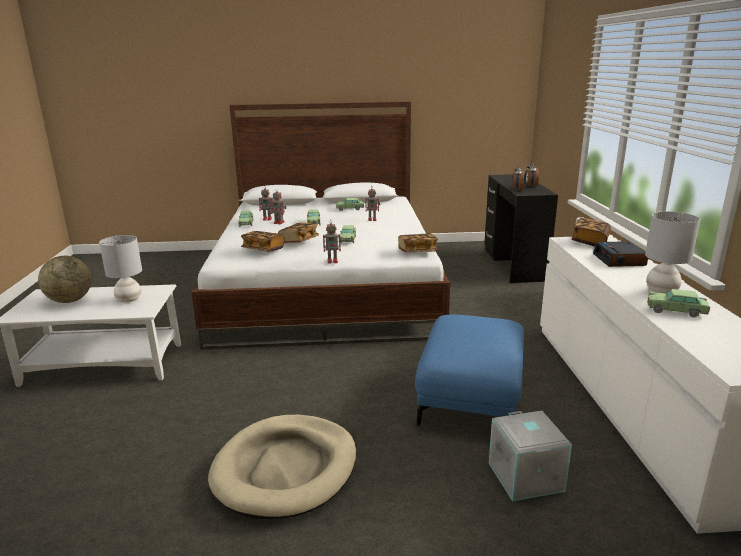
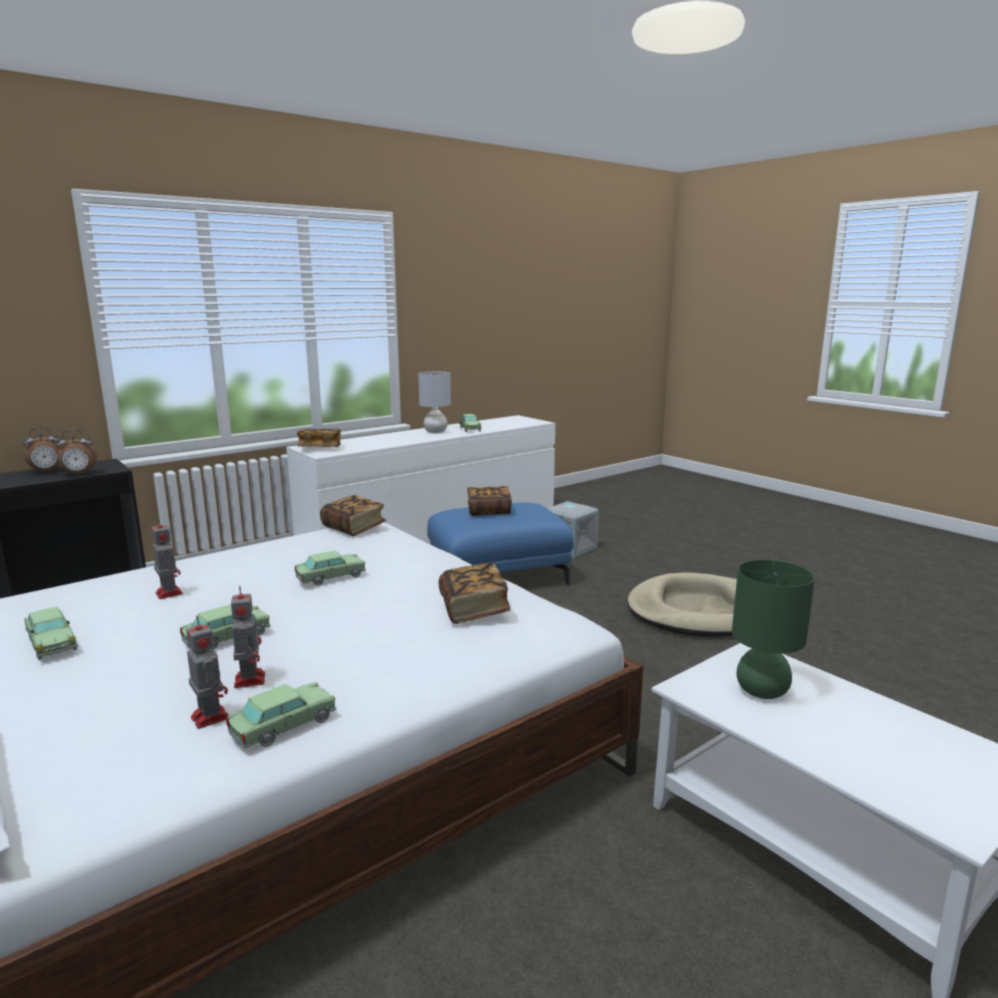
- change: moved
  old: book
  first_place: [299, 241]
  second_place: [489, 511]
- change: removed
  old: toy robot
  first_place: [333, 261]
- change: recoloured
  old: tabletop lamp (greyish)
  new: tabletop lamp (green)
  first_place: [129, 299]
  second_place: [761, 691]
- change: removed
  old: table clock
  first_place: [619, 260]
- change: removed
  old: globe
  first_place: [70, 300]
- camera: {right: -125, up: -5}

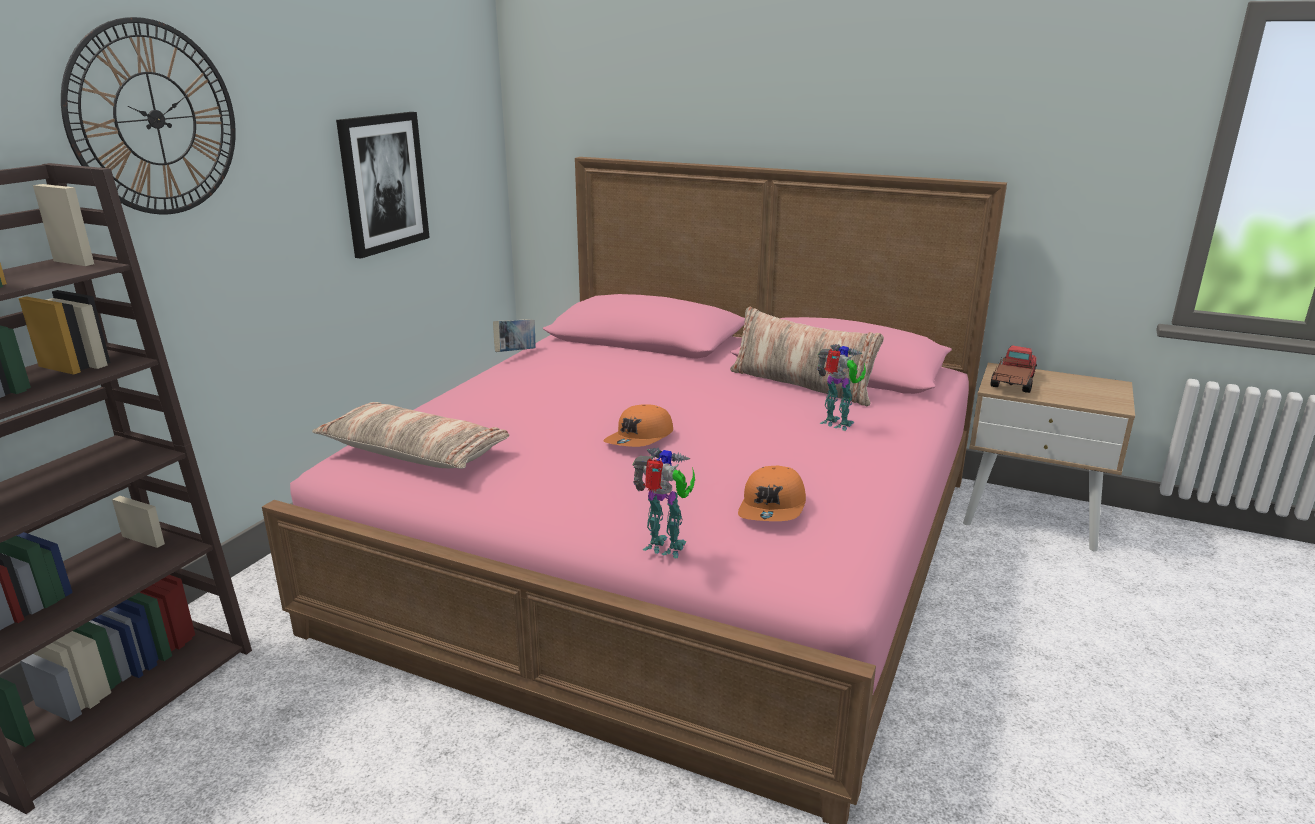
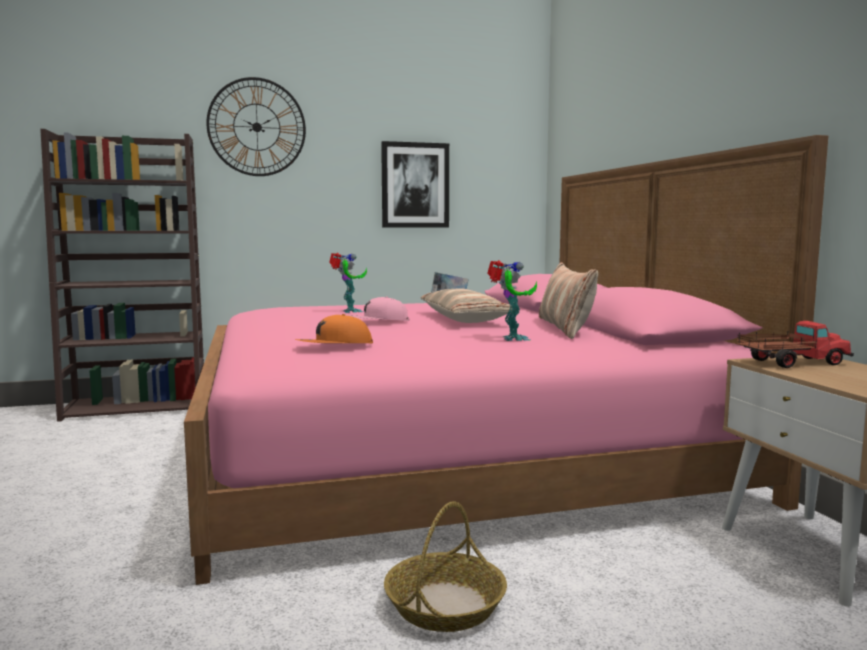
- change: moved
  old: pillow
  first_place: [414, 452]
  second_place: [464, 319]
- change: recoloured
  old: peaked cap (orange-coloured)
  new: peaked cap (pink)
  first_place: [640, 439]
  second_place: [378, 322]
- change: moved
  old: toy robot
  first_place: [665, 549]
  second_place: [349, 311]
- change: added
  new: basket
  second_place: [445, 605]
- camera: {right: 50, up: -15}

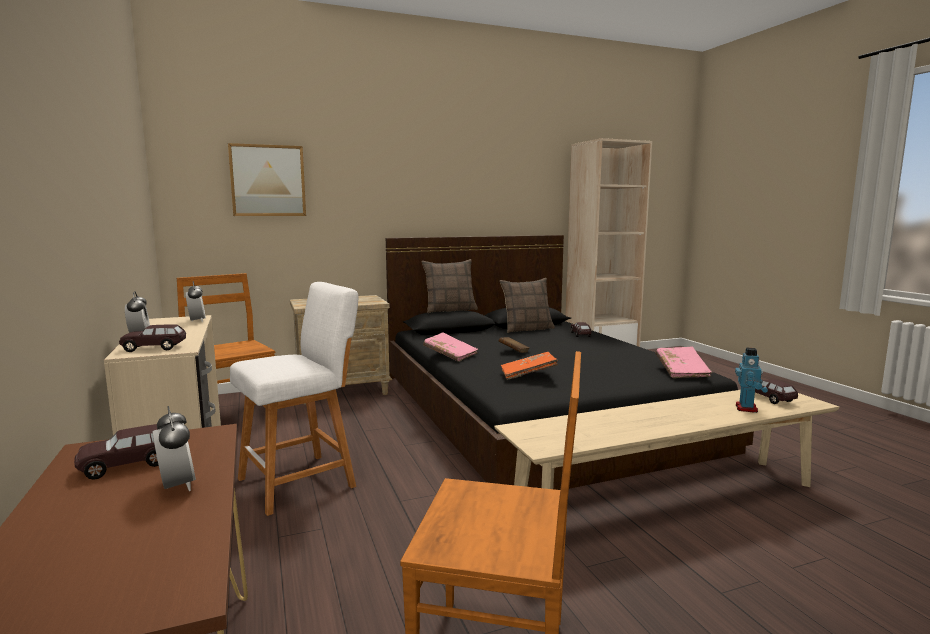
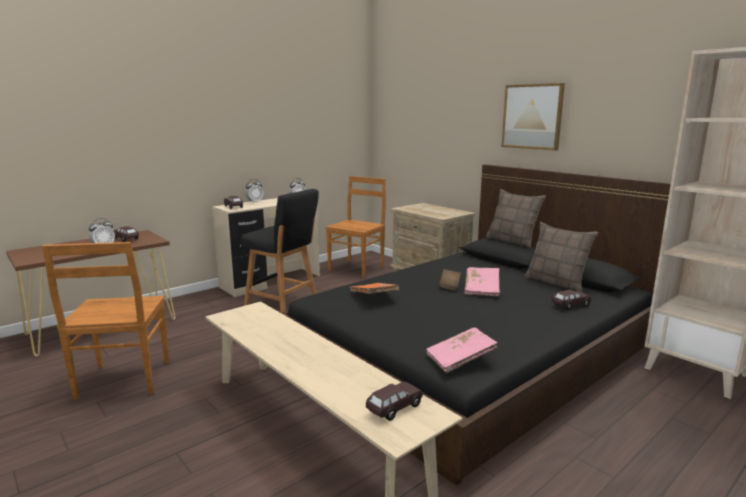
- change: moved
  old: picture
  first_place: [268, 181]
  second_place: [532, 116]
- change: recoloured
  old: stool (whitish)
  new: stool (blackish)
  first_place: [302, 481]
  second_place: [284, 303]
- change: moved
  old: book (pink)
  first_place: [450, 355]
  second_place: [482, 289]
- change: removed
  old: toy robot
  first_place: [747, 408]
- camera: {right: 70, up: 5}

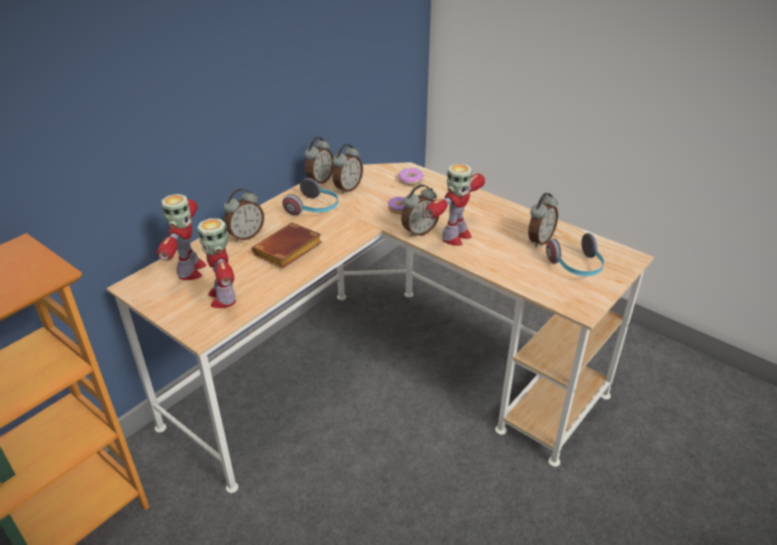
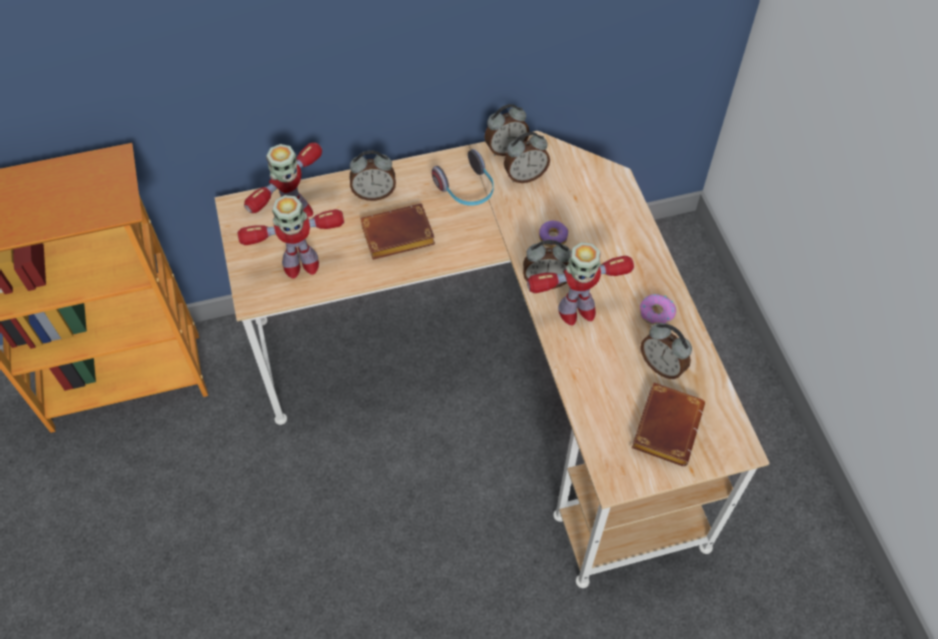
- change: moved
  old: ring doughnut
  first_place: [410, 180]
  second_place: [656, 313]
- change: turned
  old: table clock
  first_place: [539, 240]
  second_place: [662, 366]
  degrees: 60
- change: turned
  old: toy robot
  first_place: [223, 296]
  second_place: [300, 264]
  degrees: -120
- change: replaced
  old: headset
  new: book (brown)
  first_place: [576, 267]
  second_place: [665, 425]
- camera: {right: 35, up: 20}

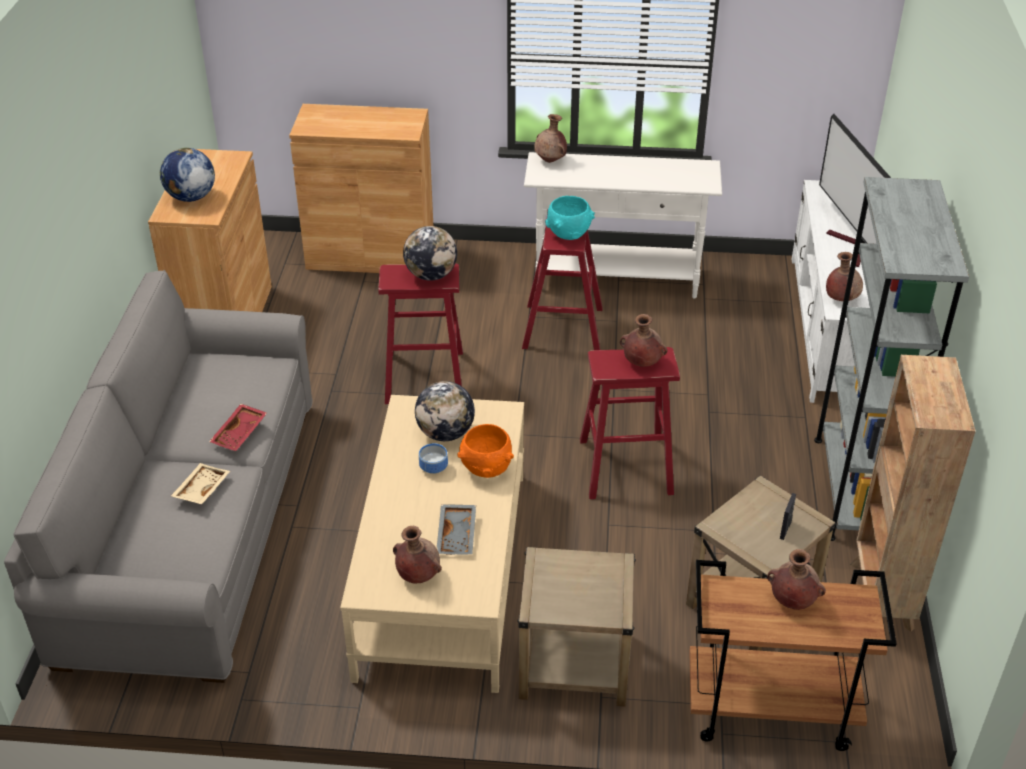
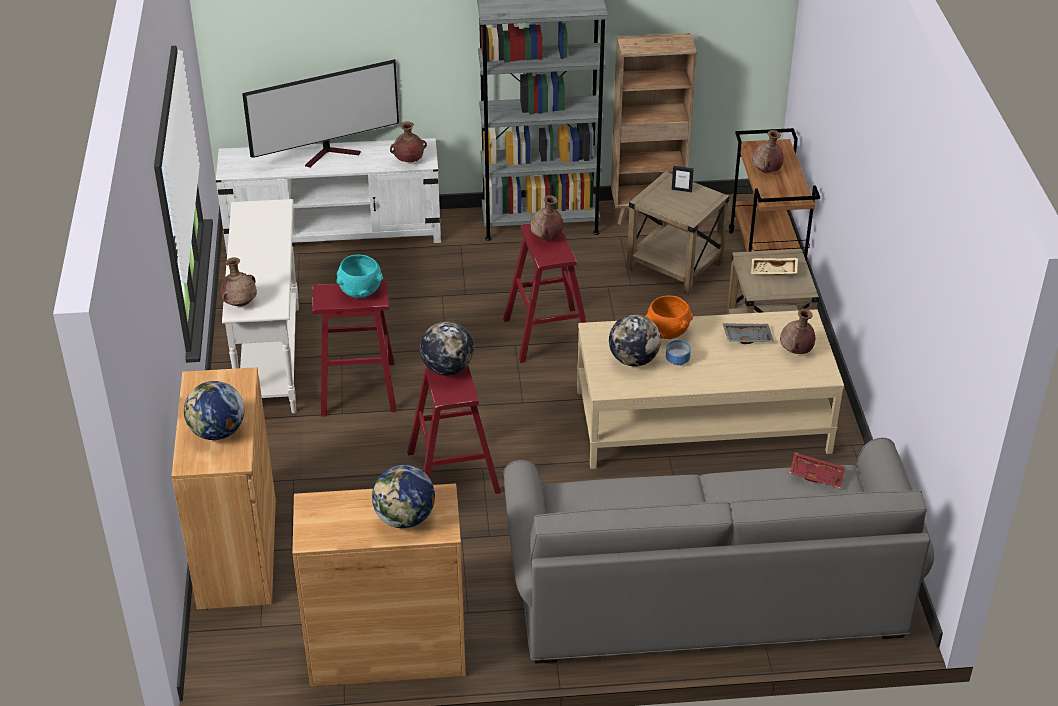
- change: moved
  old: carrying tray (red-coloured)
  first_place: [240, 433]
  second_place: [816, 475]
- change: moved
  old: carrying tray (beige-coloured)
  first_place: [201, 489]
  second_place: [773, 272]
- change: added
  new: globe
  second_place: [217, 432]
- camera: {right: -100, up: 0}

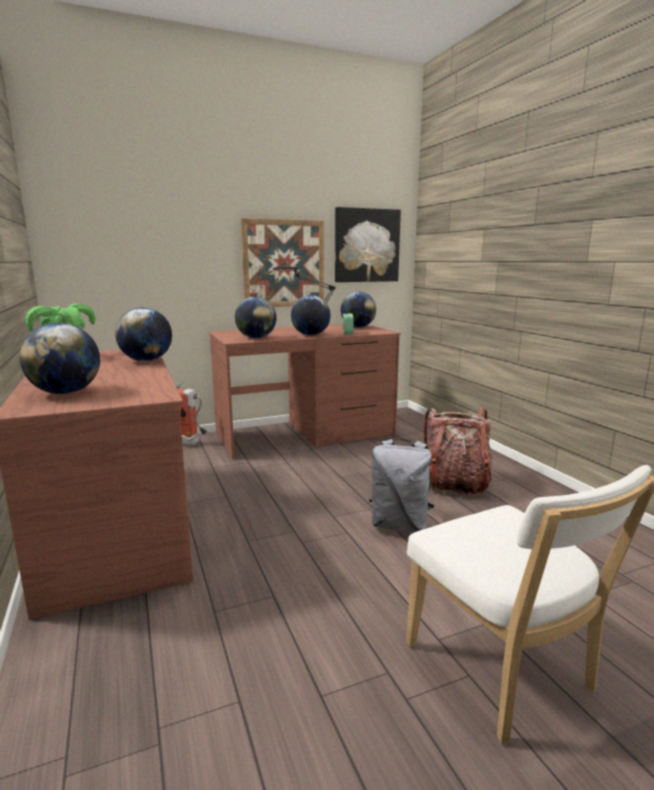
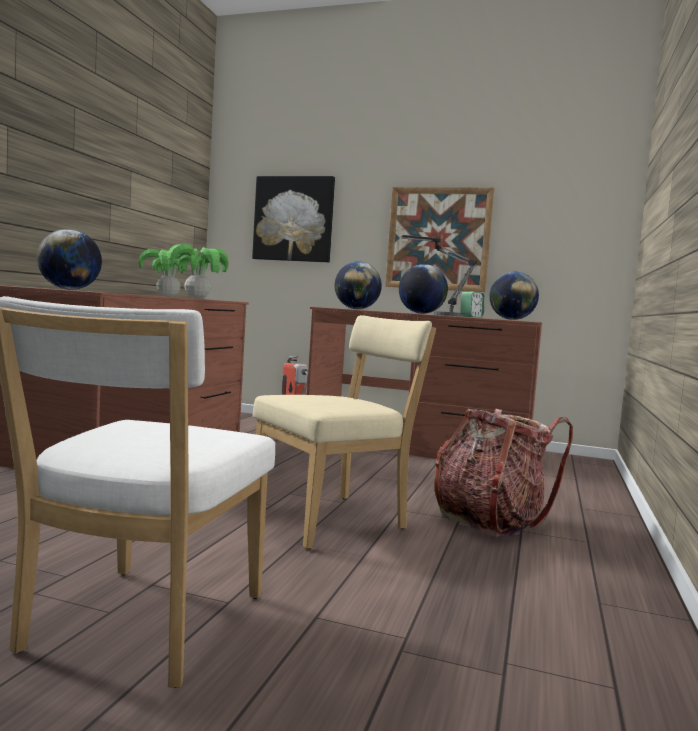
- change: moved
  old: picture
  first_place: [366, 245]
  second_place: [294, 219]
- change: replaced
  old: globe
  new: potted plant
  first_place: [146, 361]
  second_place: [197, 298]
- change: replaced
  old: knapsack (greyish)
  new: upright chair (beige-coloured)
  first_place: [400, 525]
  second_place: [334, 519]
- camera: {right: 40, up: -10}

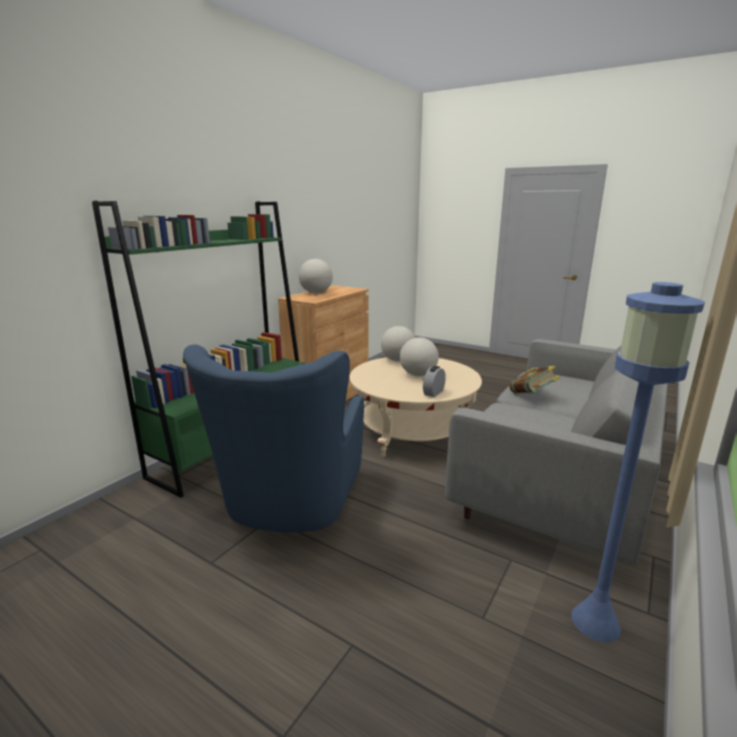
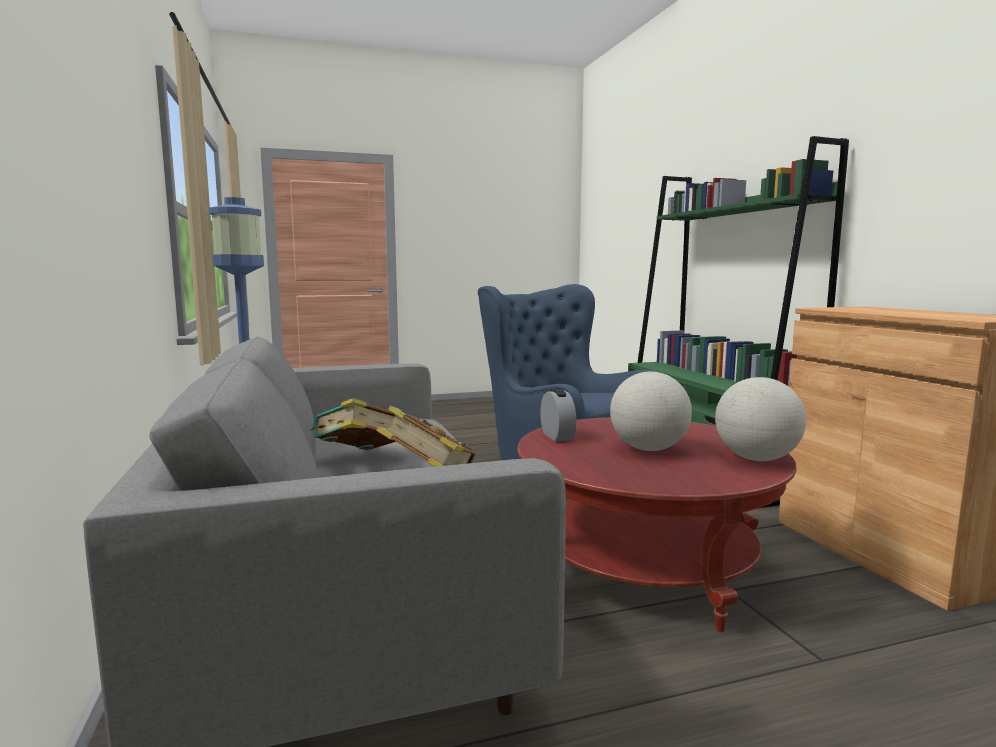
- change: removed
  old: globe
  first_place: [316, 293]
- change: recoloured
  old: lounge table (beige-coloured)
  new: lounge table (red-coloured)
  first_place: [412, 431]
  second_place: [644, 565]
- change: added
  new: book
  second_place: [362, 459]
- camera: {right: 130, up: -10}

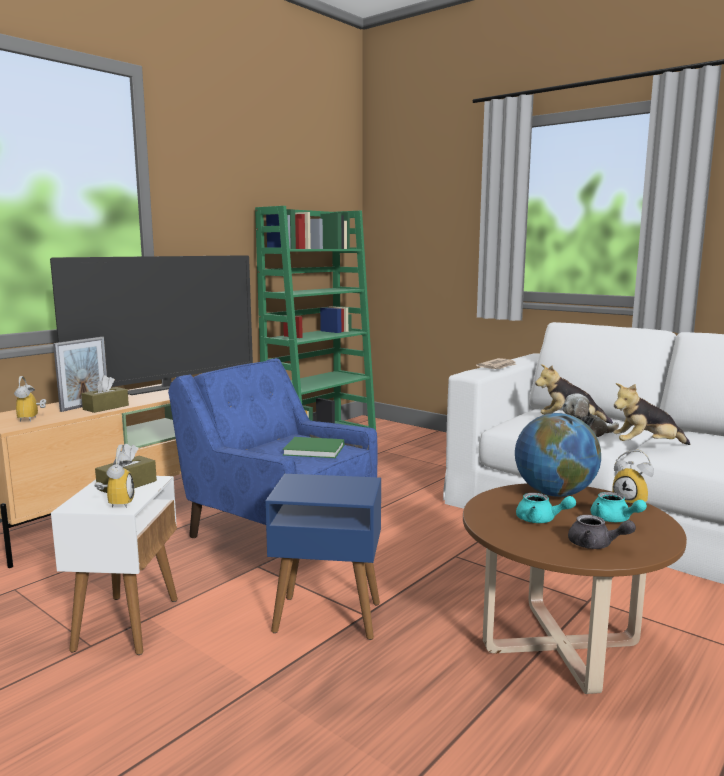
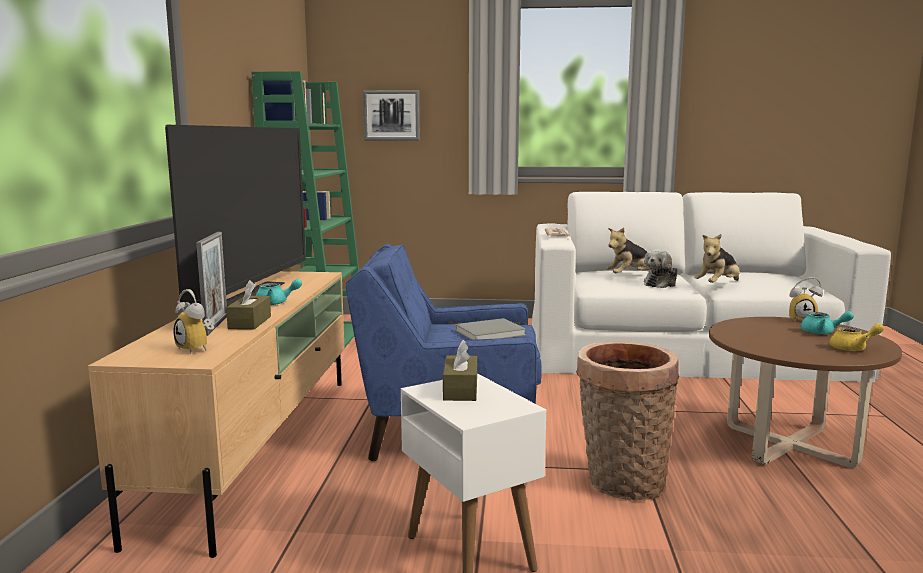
- change: removed
  old: globe
  first_place: [554, 493]
- change: recoloured
  old: book (green)
  new: book (greyish)
  first_place: [316, 450]
  second_place: [492, 332]
- change: removed
  old: table clock
  first_place: [116, 503]
- change: replaced
  old: accent table (blue-coloured)
  new: basket
  first_place: [326, 617]
  second_place: [621, 482]
- change: moved
  old: teapot (turquoise-coloured)
  first_place: [541, 520]
  second_place: [276, 303]
- change: recoloured
  old: teapot (greyish)
  new: teapot (yellow)
  first_place: [595, 545]
  second_place: [853, 348]
- change: added
  new: picture
  second_place: [391, 115]
- camera: {right: -35, up: 0}

